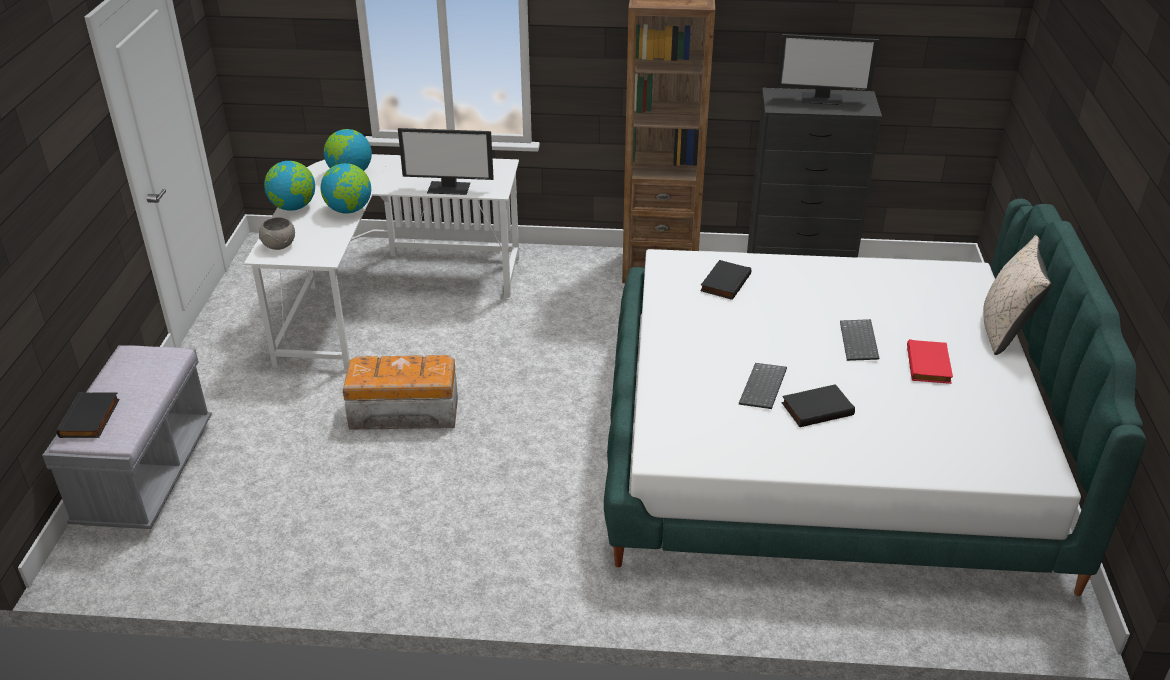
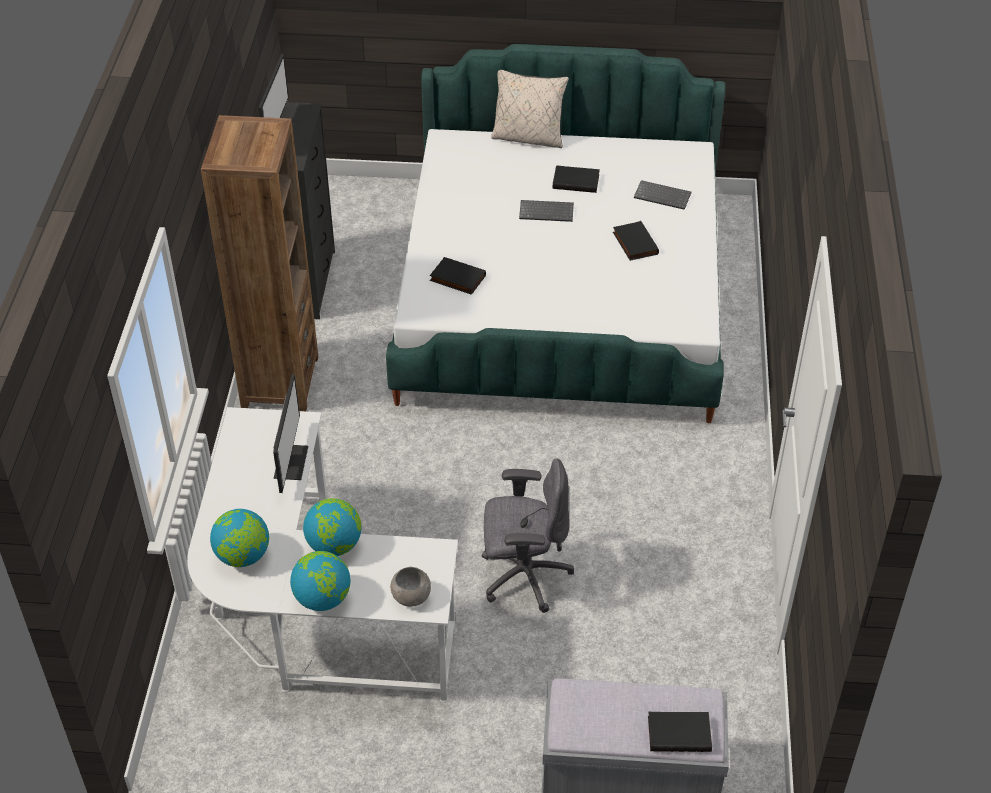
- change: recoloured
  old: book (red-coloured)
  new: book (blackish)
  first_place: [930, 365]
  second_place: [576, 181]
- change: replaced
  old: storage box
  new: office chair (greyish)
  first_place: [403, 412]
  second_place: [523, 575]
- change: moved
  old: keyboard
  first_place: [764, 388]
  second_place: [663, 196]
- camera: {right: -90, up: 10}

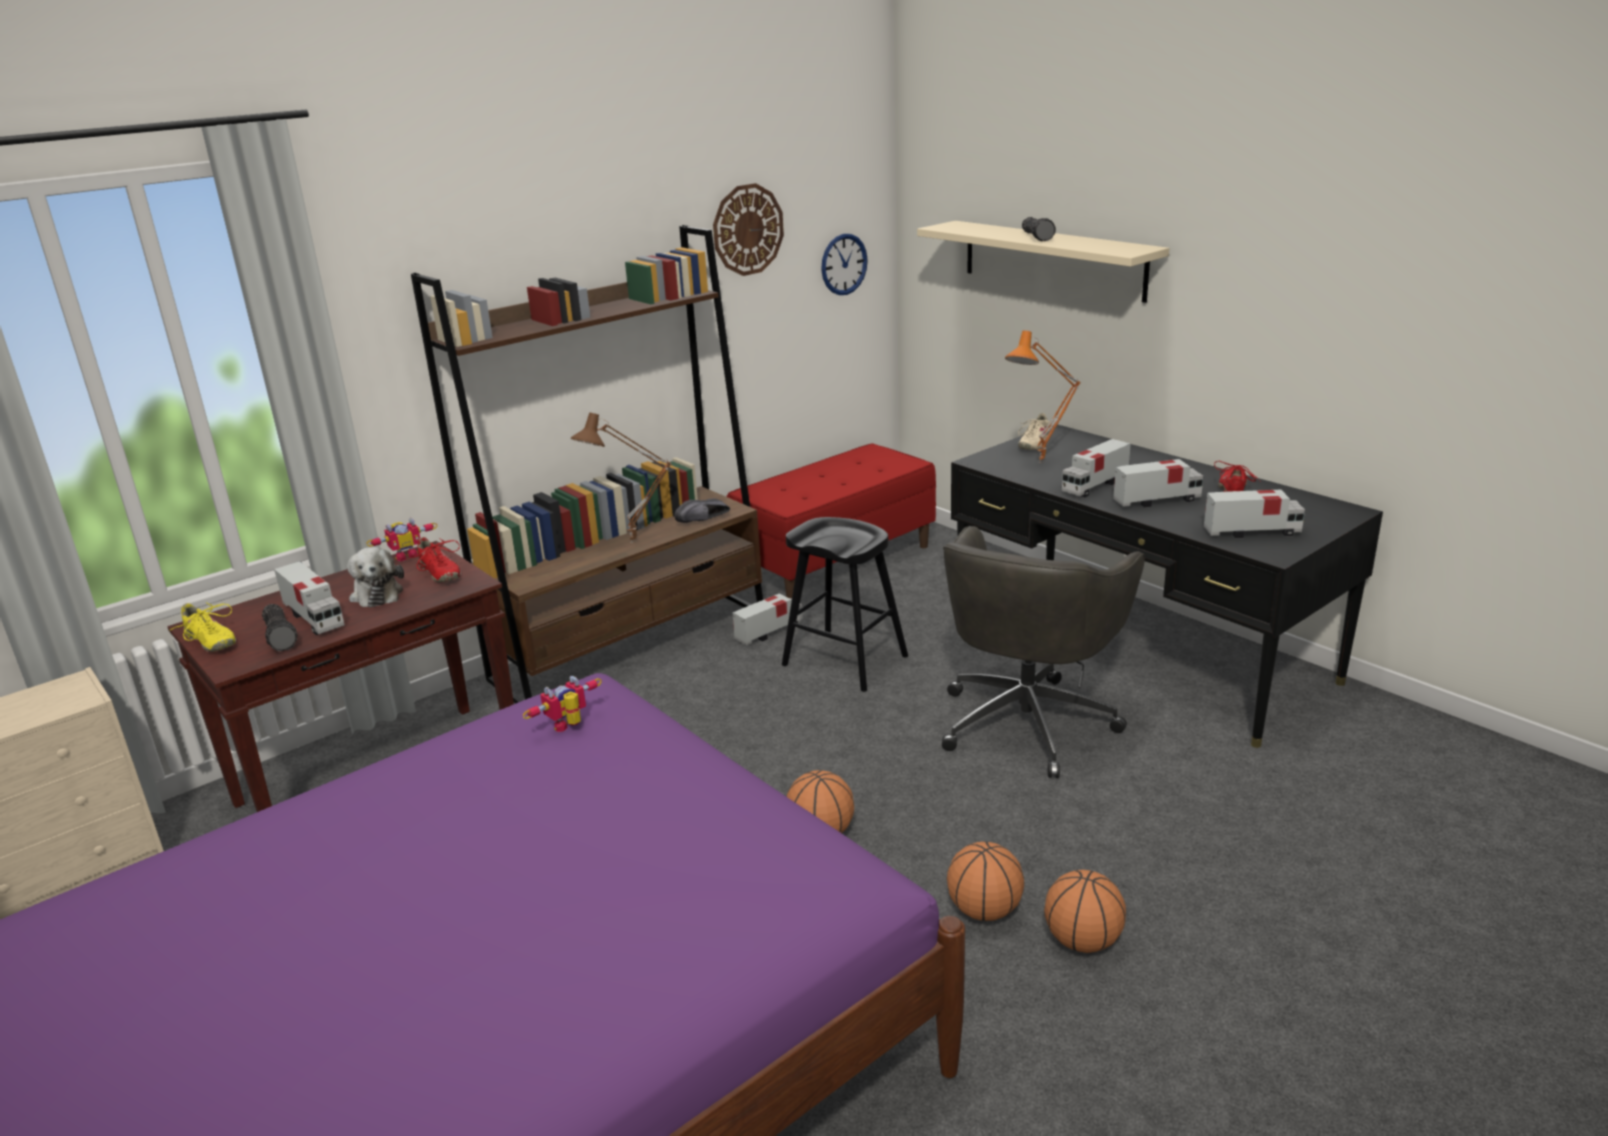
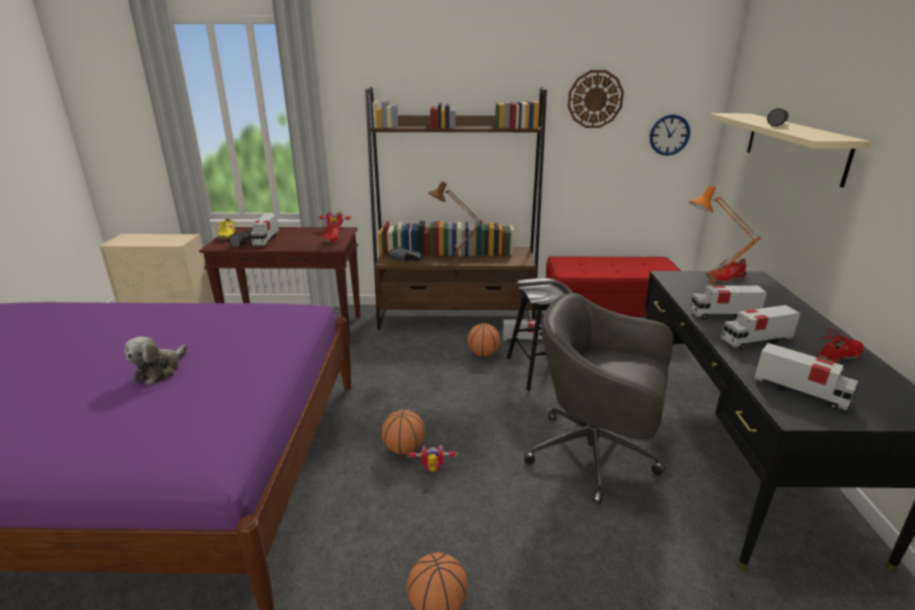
- change: recoloured
  old: shoe (beige-coloured)
  new: shoe (red-coloured)
  first_place: [1034, 444]
  second_place: [725, 278]
- change: turned
  old: toy truck
  first_place: [1157, 501]
  second_place: [755, 341]
  degrees: 135
- change: moved
  old: shoe (blackish)
  first_place: [704, 521]
  second_place: [405, 262]
- change: turned
  old: office chair (greyish)
  first_place: [1028, 721]
  second_place: [595, 455]
  degrees: 45
- change: moved
  old: soft toy
  first_place: [377, 593]
  second_place: [159, 370]
- change: moved
  old: toy robot
  first_place: [570, 727]
  second_place: [432, 470]
- change: moved
  old: basketball
  first_place: [984, 910]
  second_place: [483, 354]
- camera: {right: 40, up: 0}

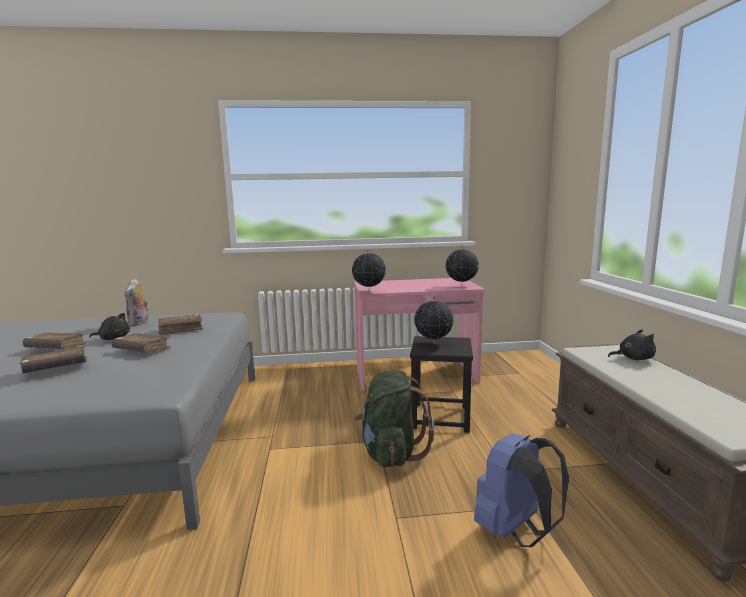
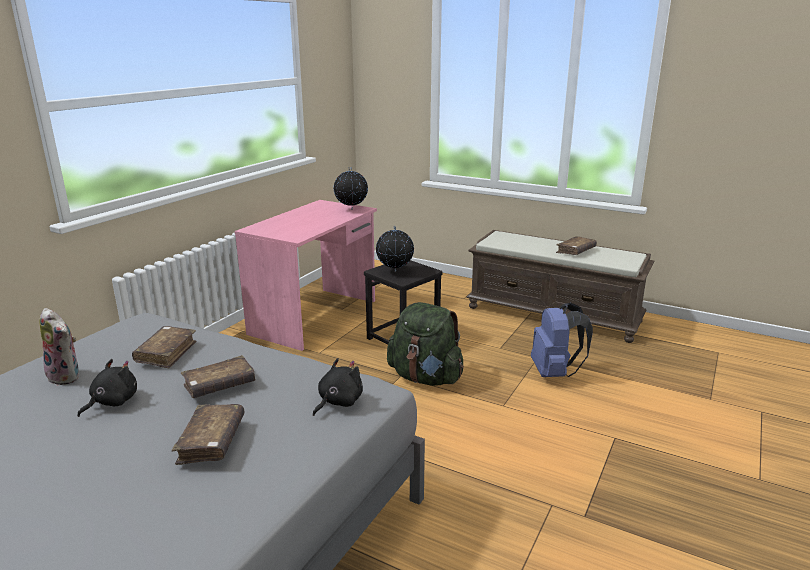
- change: removed
  old: globe
  first_place: [369, 291]
- change: moved
  old: soft toy (blackish)
  first_place: [633, 358]
  second_place: [338, 402]
- change: moved
  old: book (brown)
  first_place: [56, 347]
  second_place: [575, 251]
- camera: {right: -55, up: 10}

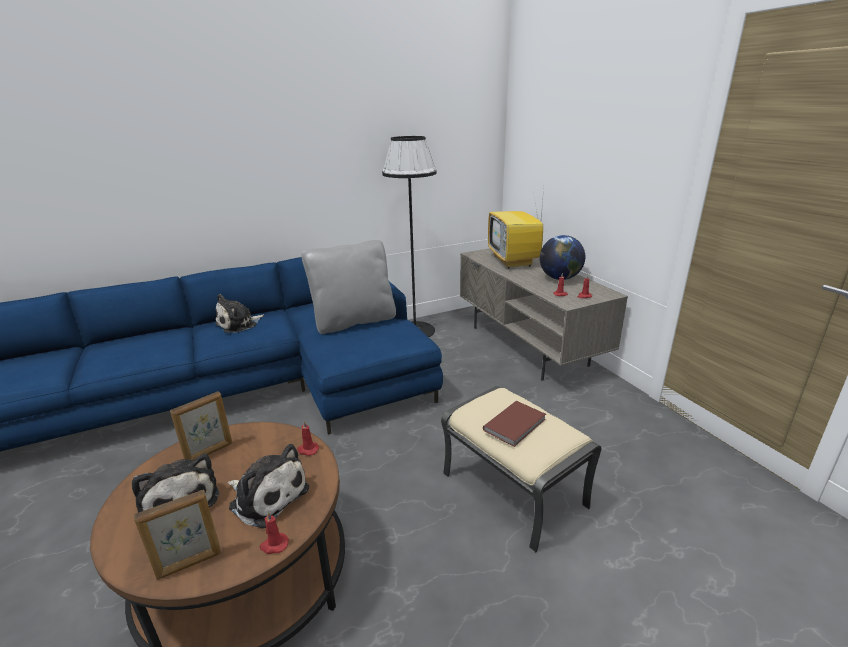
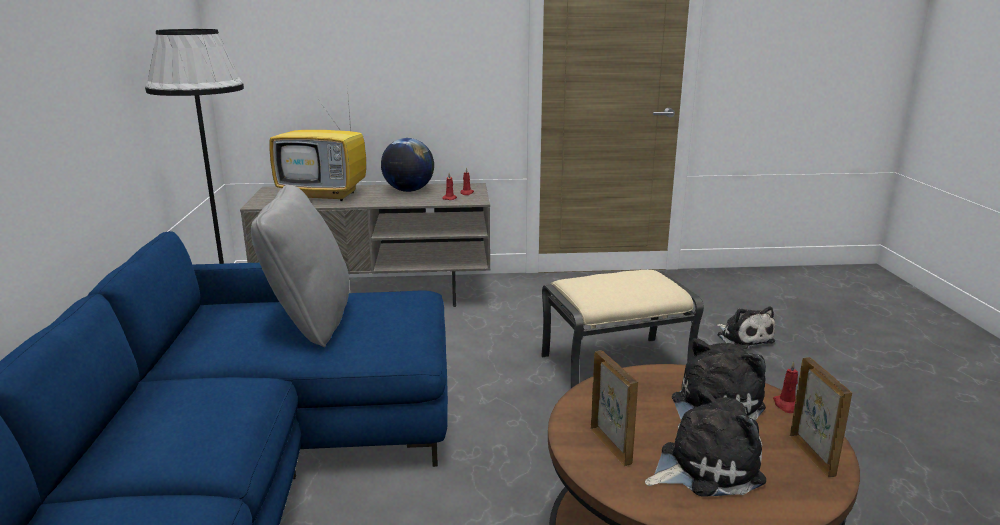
- change: moved
  old: soft toy
  first_place: [239, 324]
  second_place: [743, 338]
- change: removed
  old: book (brown)
  first_place: [516, 425]
- change: removed
  old: wax light (red-coloured)
  first_place: [307, 450]
- camera: {right: -70, up: -5}

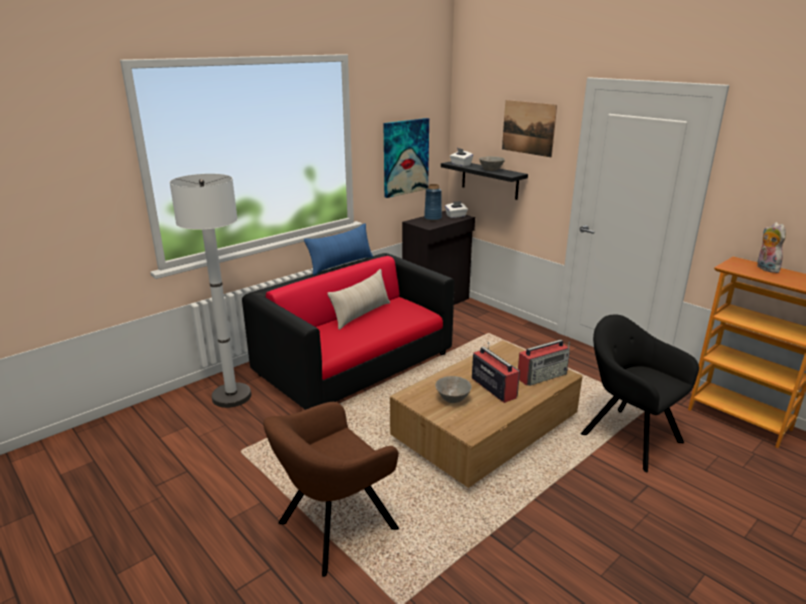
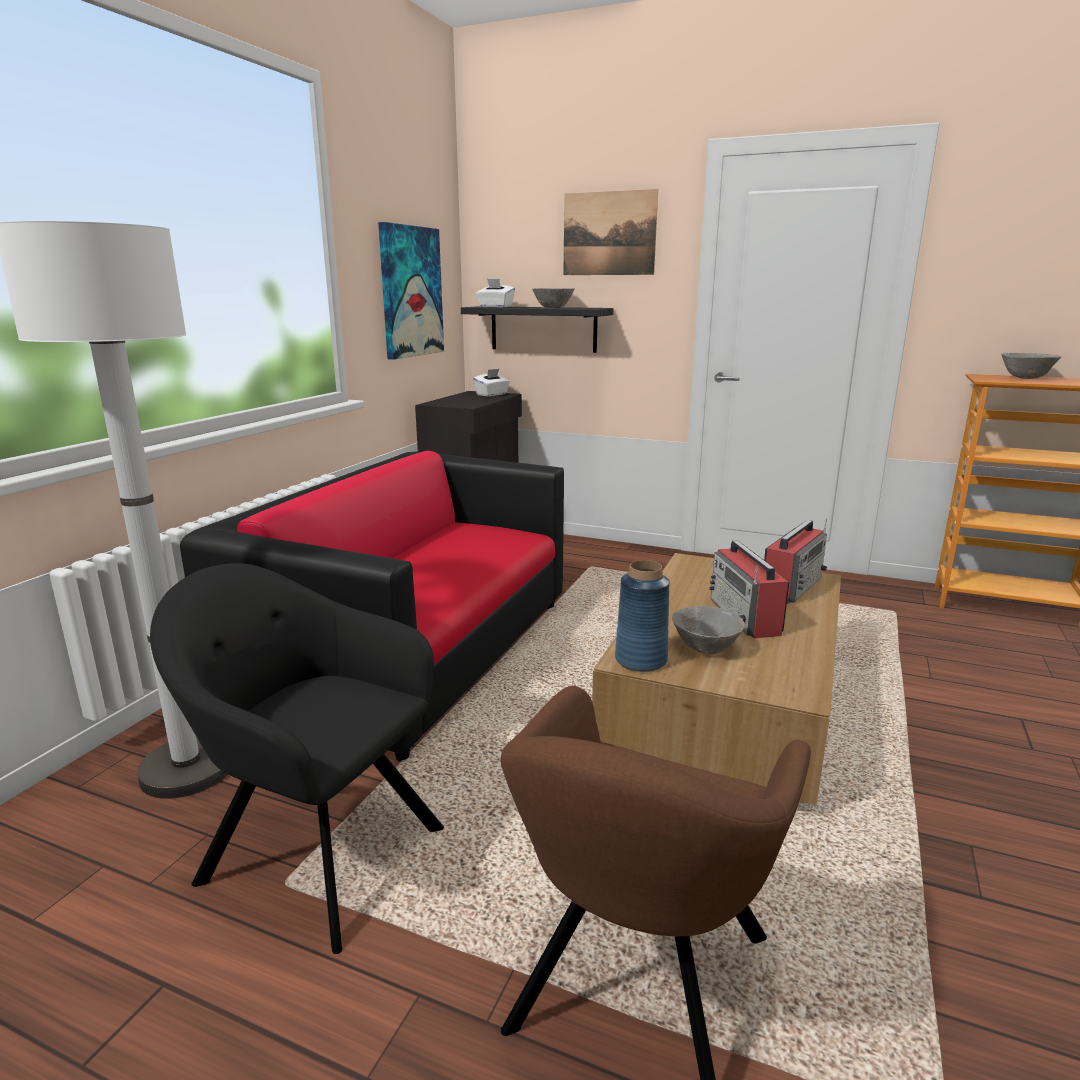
- change: moved
  old: vase (blue-coloured)
  first_place: [433, 218]
  second_place: [641, 660]
- change: replaced
  old: soft toy
  new: serving bowl (greyish)
  first_place: [765, 268]
  second_place: [1026, 377]
- change: removed
  old: pillow (blue-coloured)
  first_place: [341, 264]
- change: removed
  old: pillow (beige-coloured)
  first_place: [361, 314]
- change: moved
  old: armchair (blackish)
  first_place: [627, 436]
  second_place: [315, 851]
- change: turned
  old: radio set
  first_place: [493, 387]
  second_place: [745, 617]
  degrees: -135
- camera: {right: -25, up: -5}

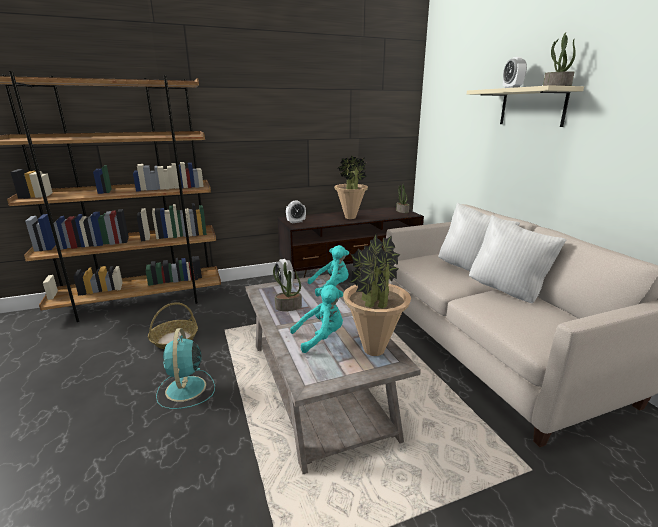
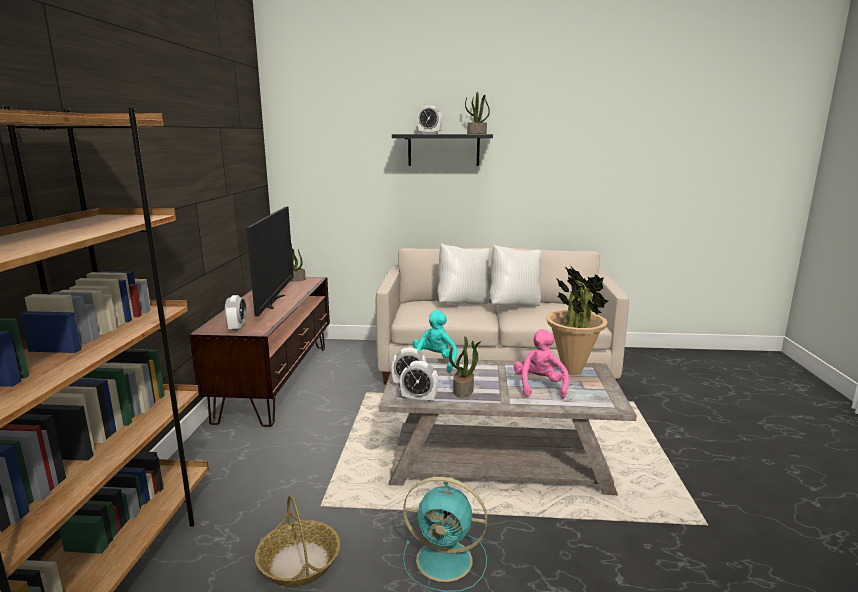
- change: recoloured
  old: bracket shelf (beige-coloured)
  new: bracket shelf (blackish)
  first_place: [532, 107]
  second_place: [443, 150]
- change: replaced
  old: potted plant
  new: television
  first_place: [350, 217]
  second_place: [274, 301]
- change: recoloured
  old: soft toy (turquoise-coloured)
  new: soft toy (pink)
  first_place: [321, 337]
  second_place: [539, 387]
- change: added
  new: table clock
  second_place: [419, 399]
- camera: {right: -65, up: -5}

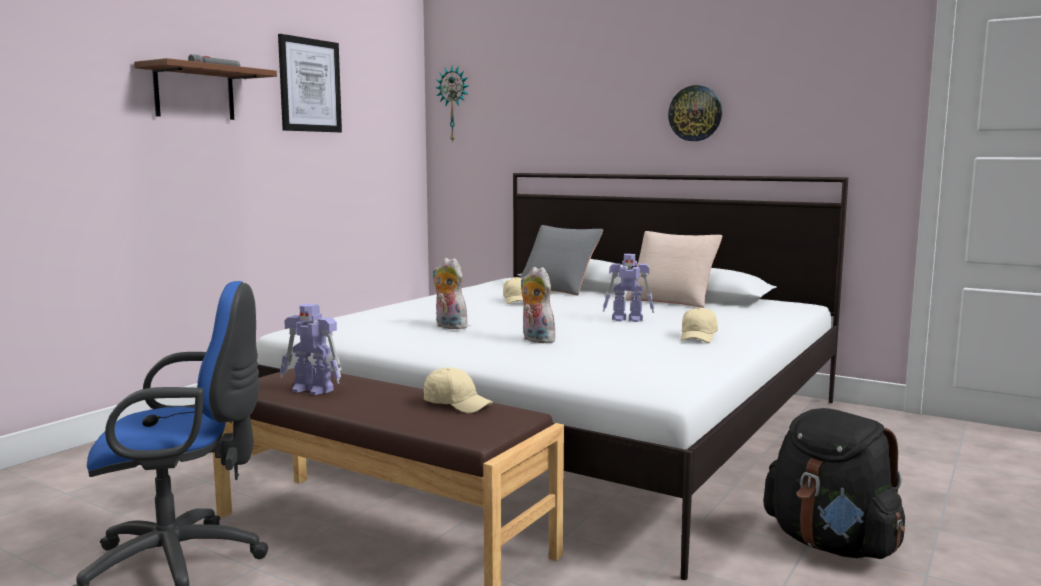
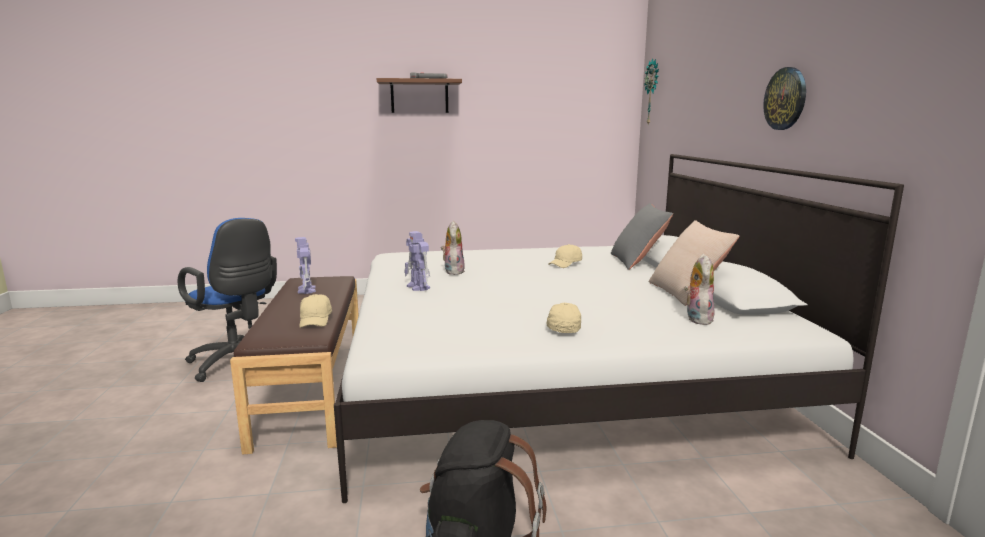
- change: removed
  old: picture
  first_place: [310, 85]
- change: moved
  old: toy robot
  first_place: [628, 319]
  second_place: [418, 287]
- change: moved
  old: soft toy
  first_place: [535, 340]
  second_place: [696, 318]
- change: turned
  old: peaked cap (beige-coloured)
  first_place: [698, 337]
  second_place: [563, 327]
  degrees: 120
- camera: {right: 50, up: 5}

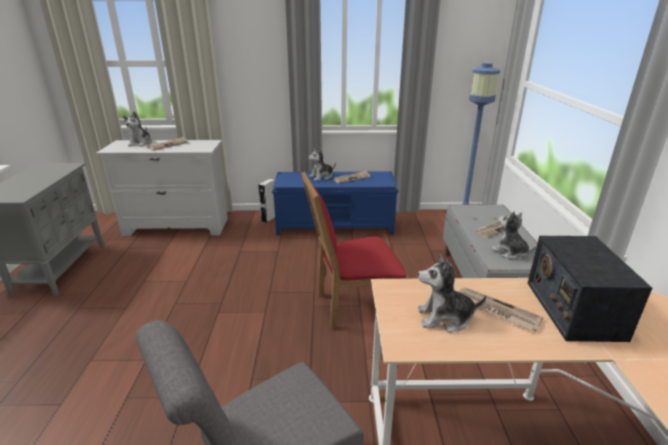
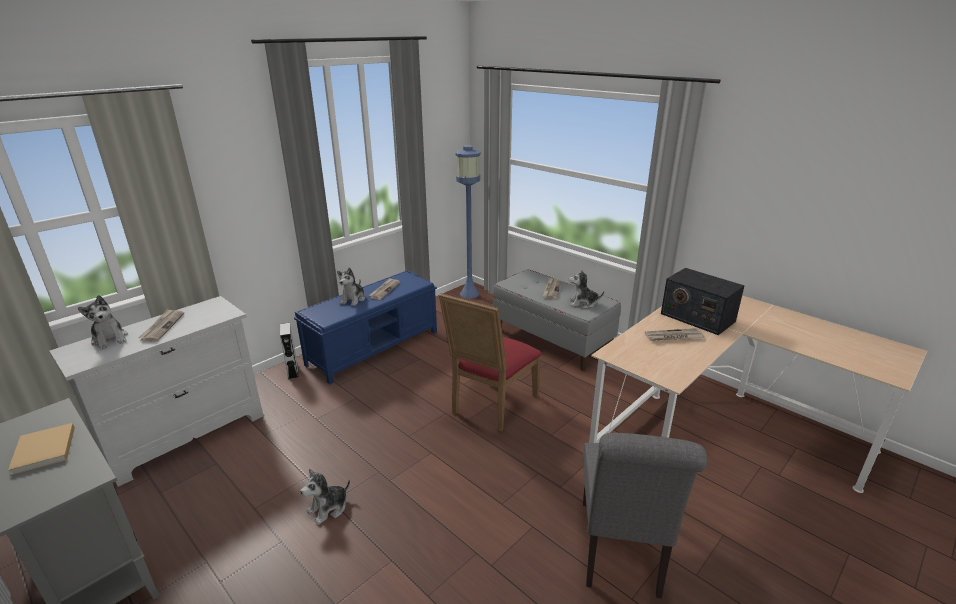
- change: moved
  old: soft toy
  first_place: [445, 318]
  second_place: [328, 508]
- change: added
  new: book (beige-coloured)
  second_place: [44, 451]
- camera: {right: -45, up: 0}

